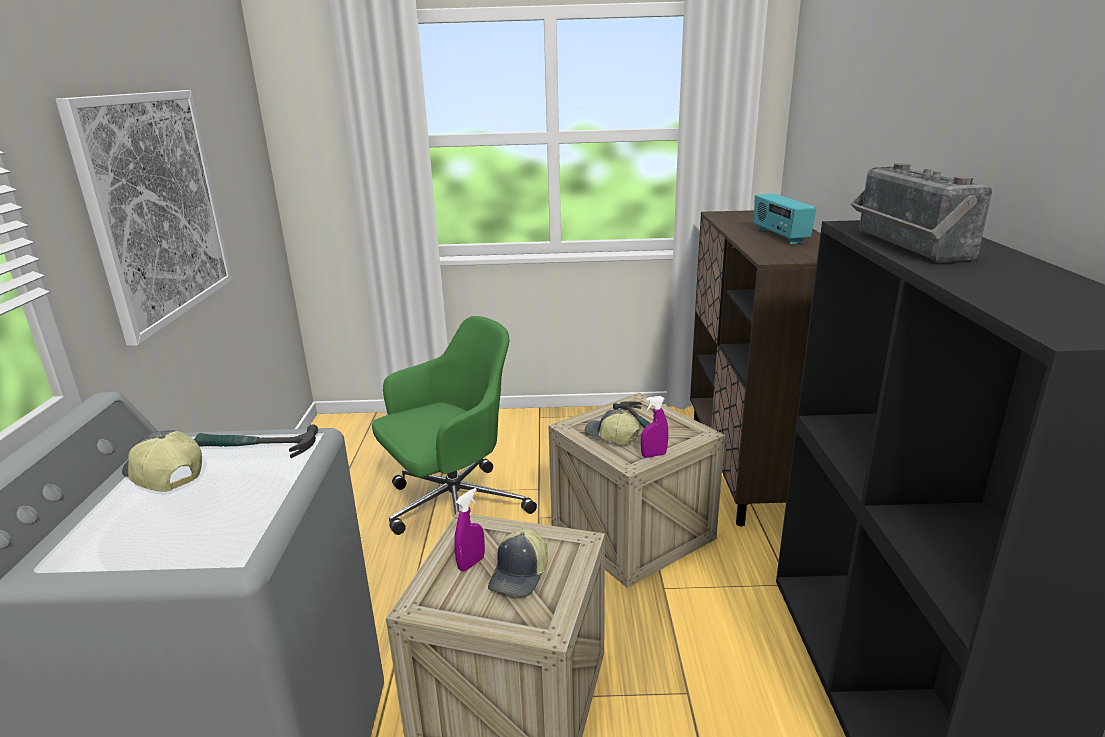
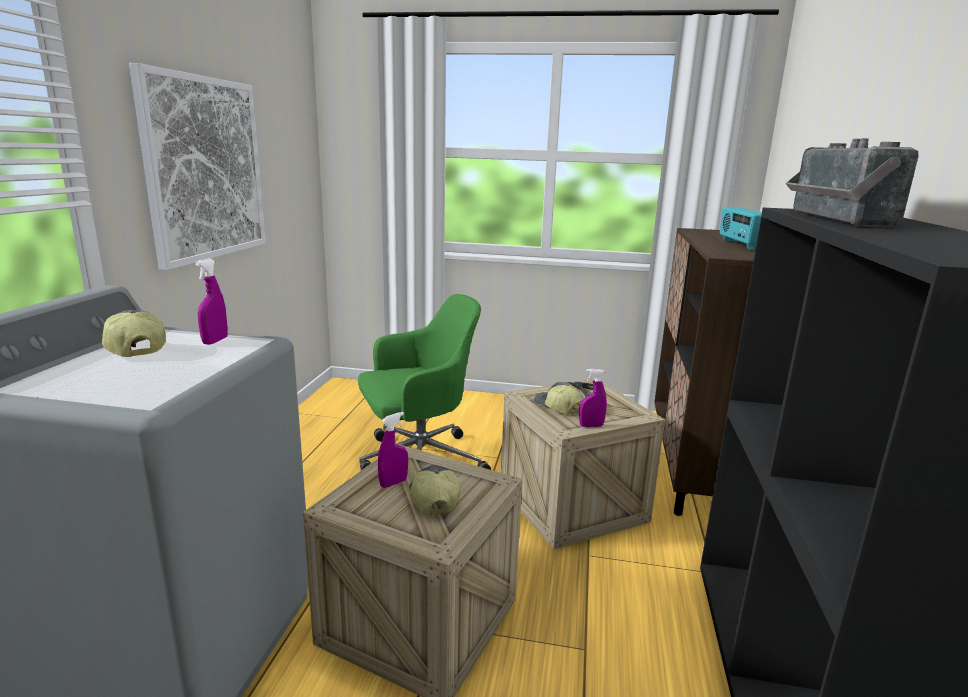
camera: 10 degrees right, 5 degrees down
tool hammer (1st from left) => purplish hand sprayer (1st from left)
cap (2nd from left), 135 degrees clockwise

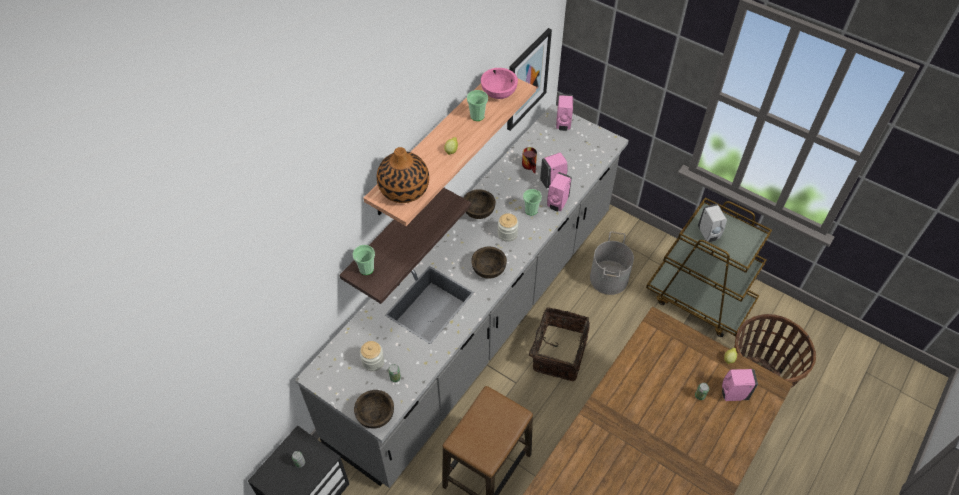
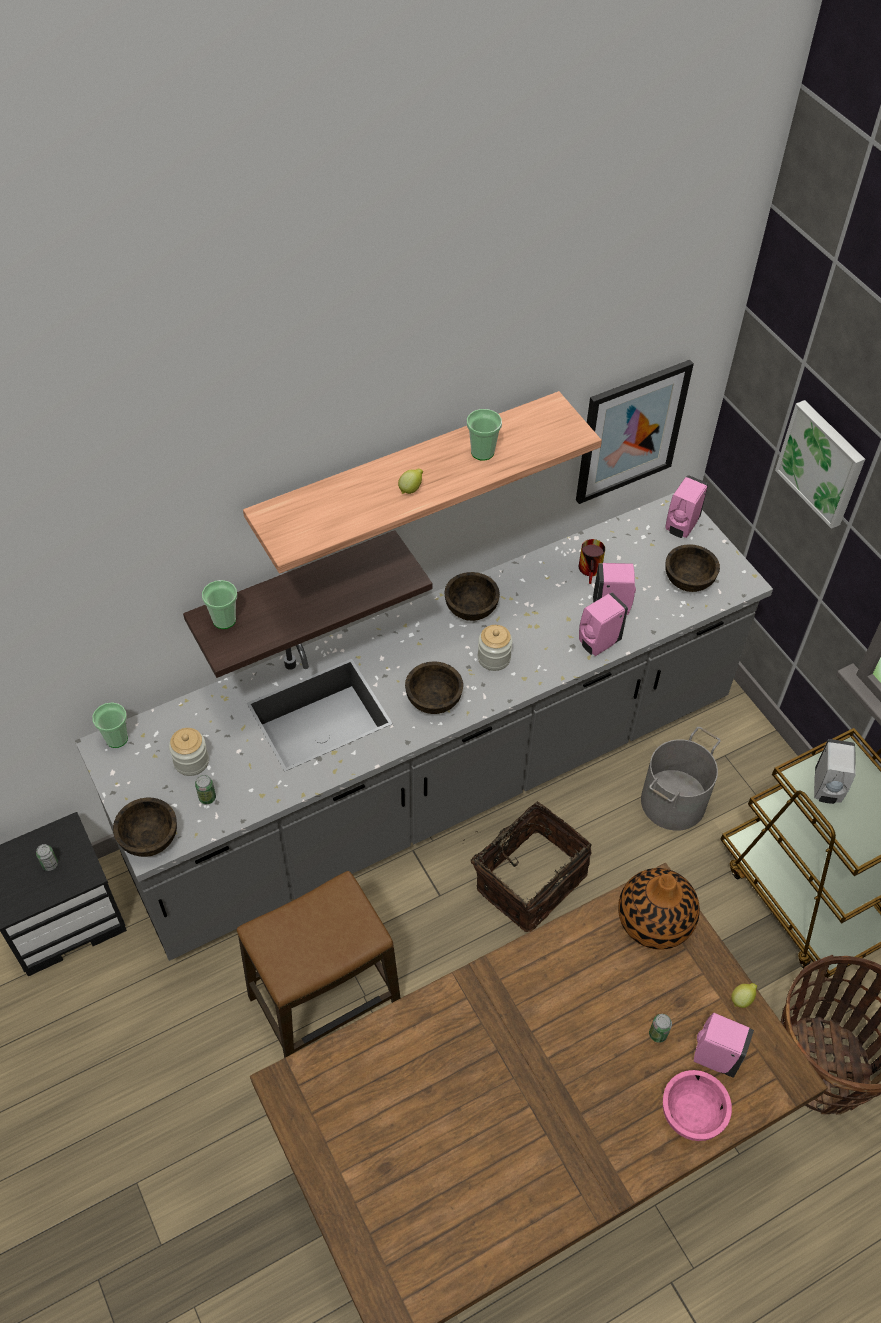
camera: 25 degrees right, 0 degrees up
cup (3rd from left in the first image) => cup (1st from left), move
flower vase, move
pink bowl, move
nothing => brown-coloured bowl (4th from left)
nothing => wall picture (2nd from left)

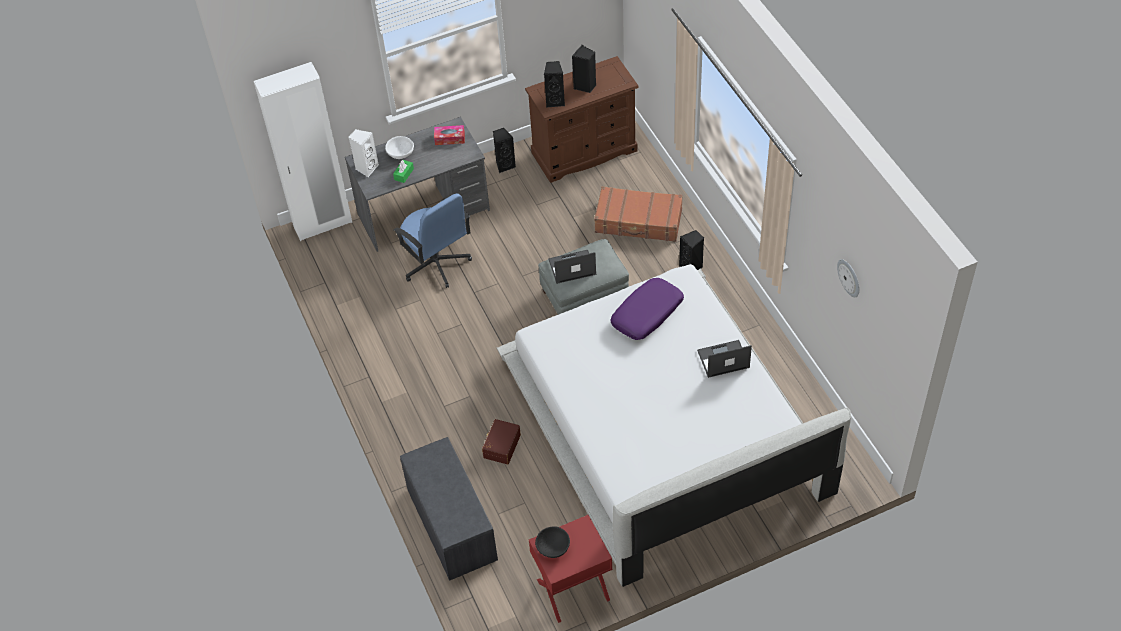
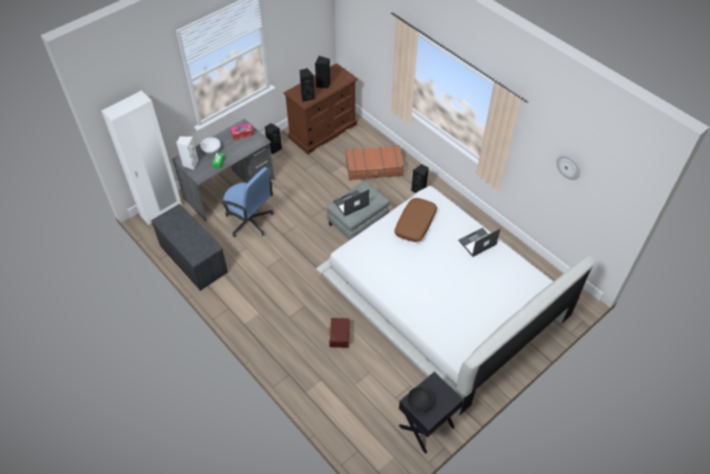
camera: 20 degrees left, 0 degrees up
gray bench, move
purplish cushion => brown-coloured cushion
red night table => black-coloured night table

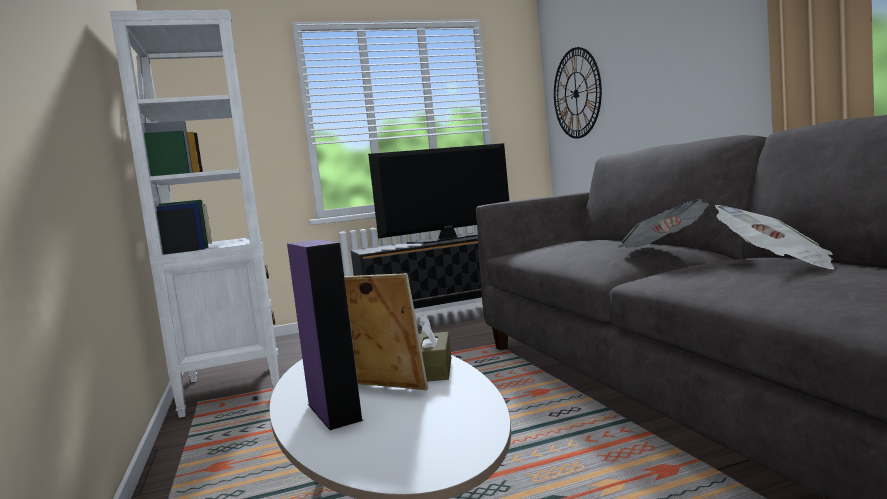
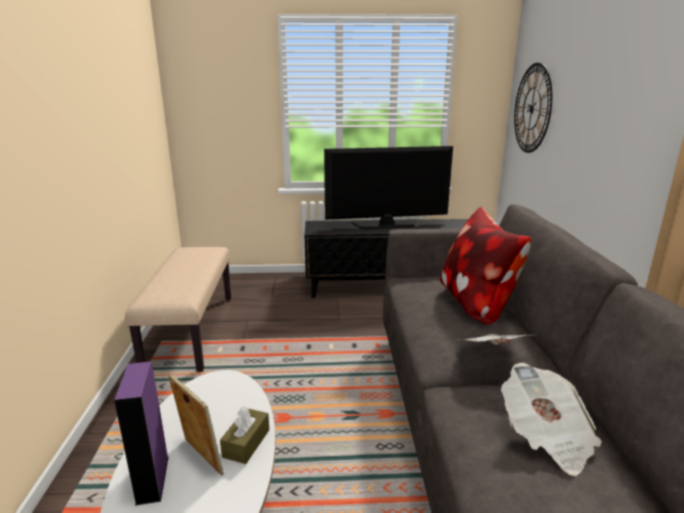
camera: 15 degrees right, 15 degrees up
white bookshelf => beige-coloured bench
nothing => cushion

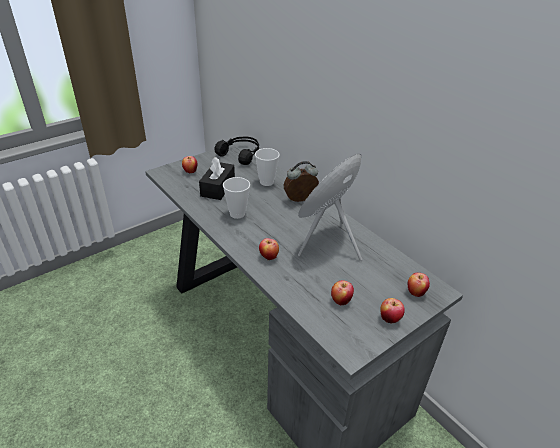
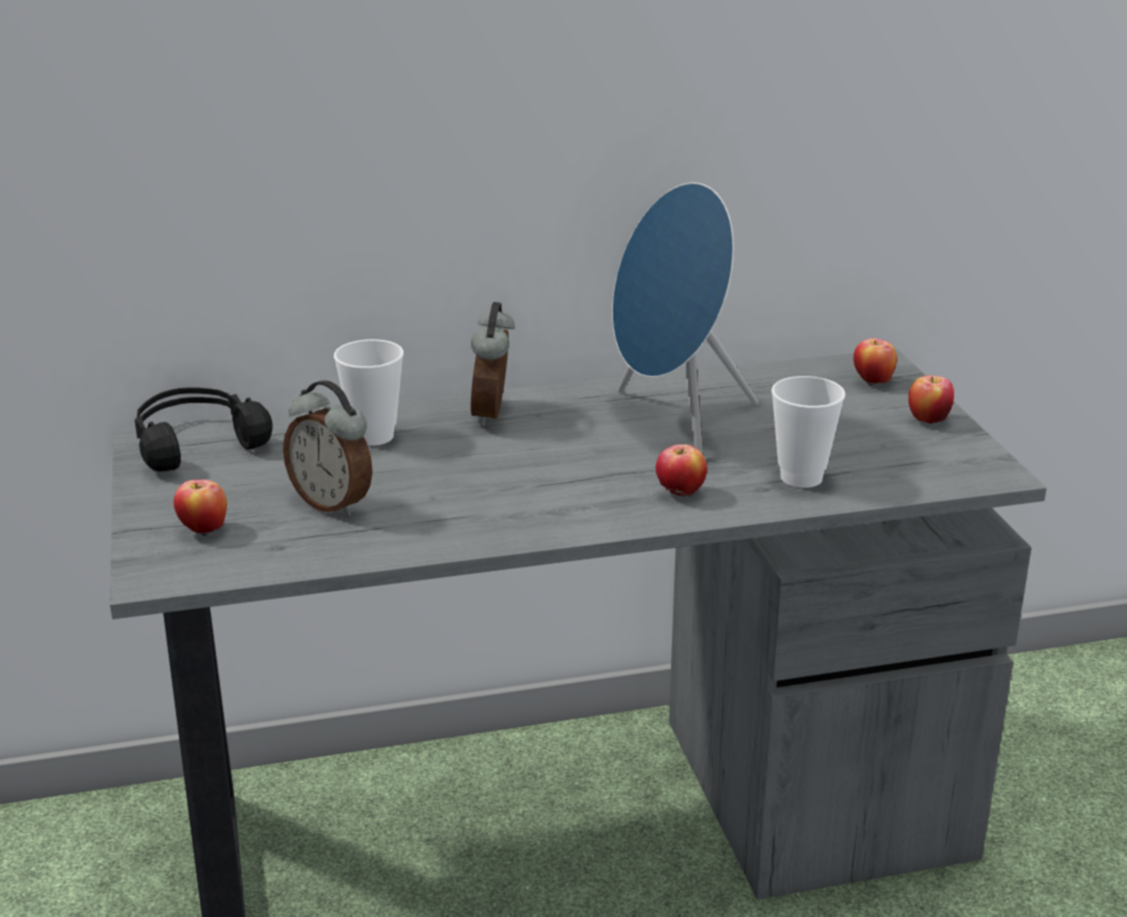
camera: 65 degrees left, 10 degrees down
black-coloured box of tissues => table clock (1st from left)
cup (1st from left in the first image) => cup (2nd from left), move
whole apple (3rd from left) => nothing

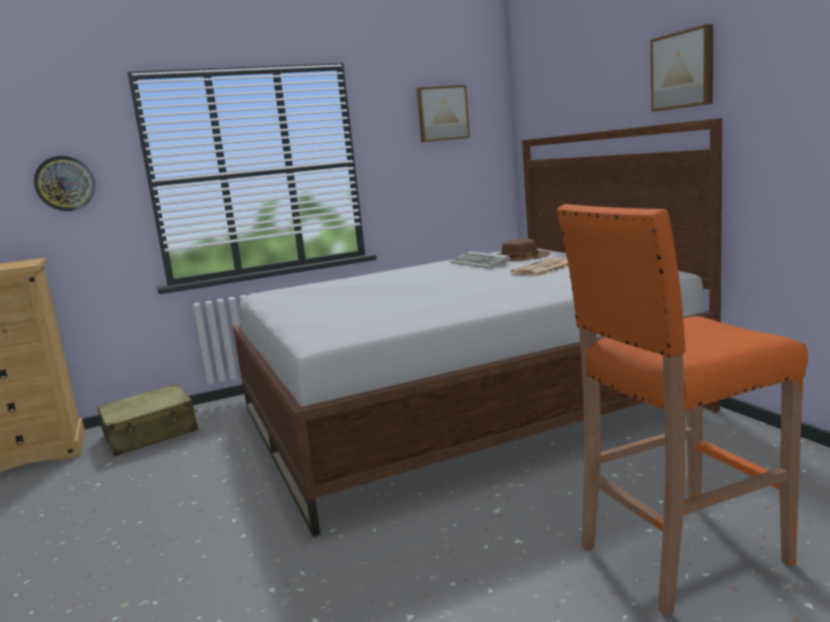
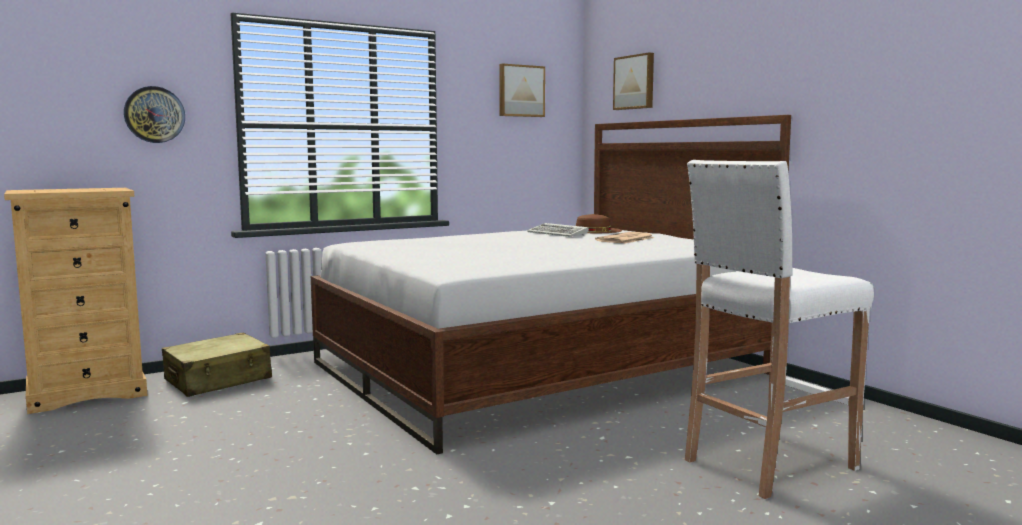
camera: 10 degrees left, 5 degrees down
wall picture (2nd from left), move
orangey stool seat => white stool seat

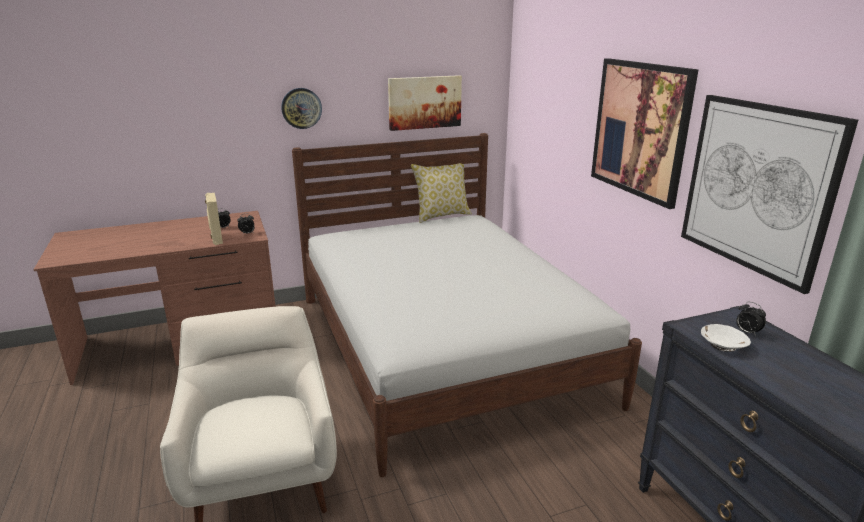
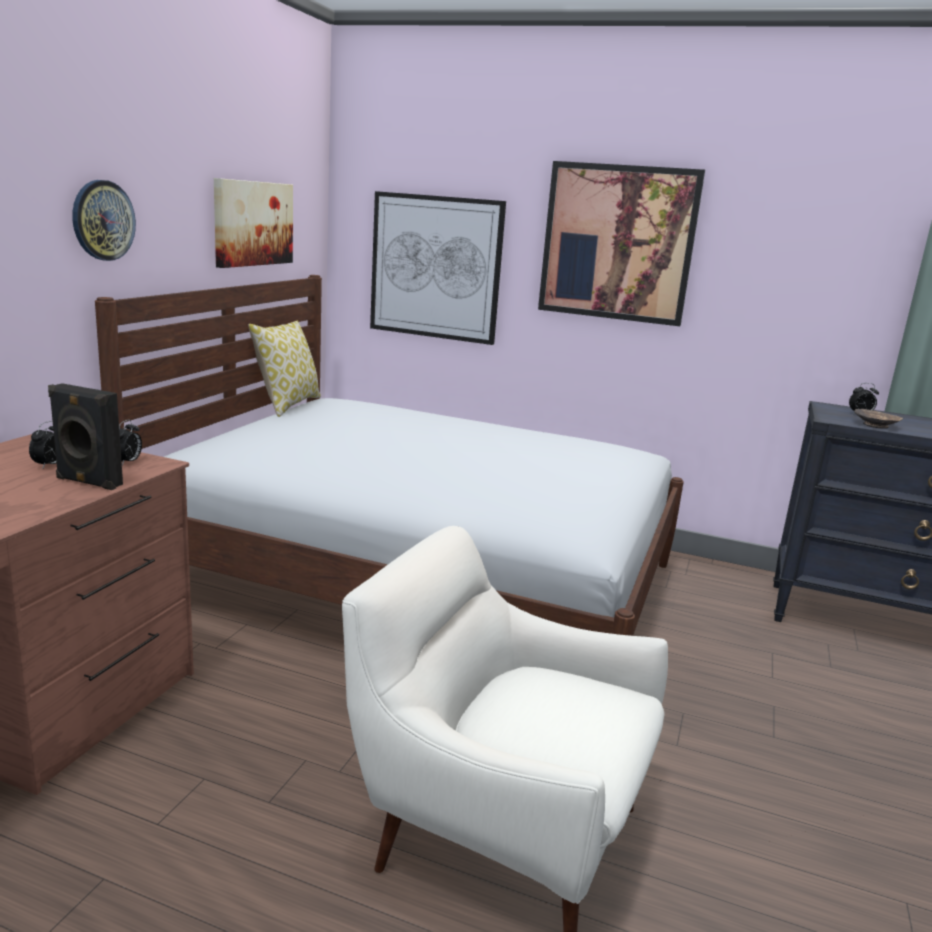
camera: 50 degrees left, 5 degrees down
beige-coloured audio speaker => black-coloured audio speaker
wall picture (3rd from left in the first image) => wall picture (2nd from left), move
white bowl => brown-coloured bowl

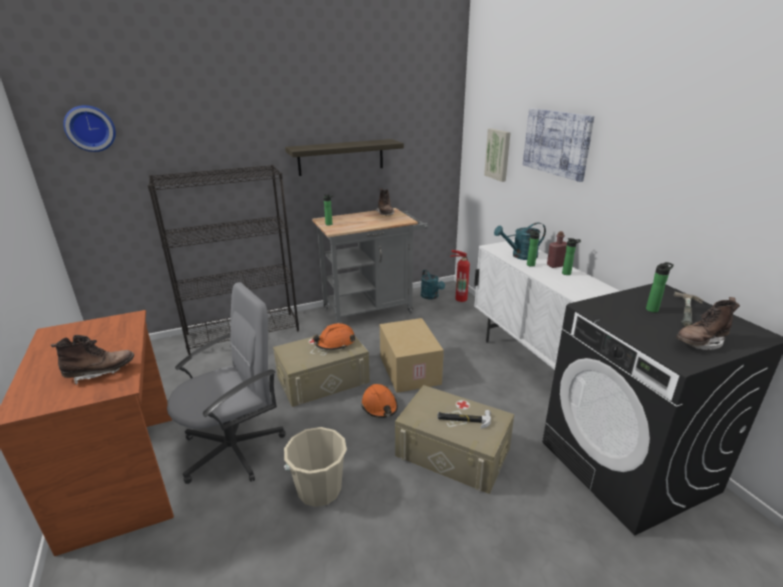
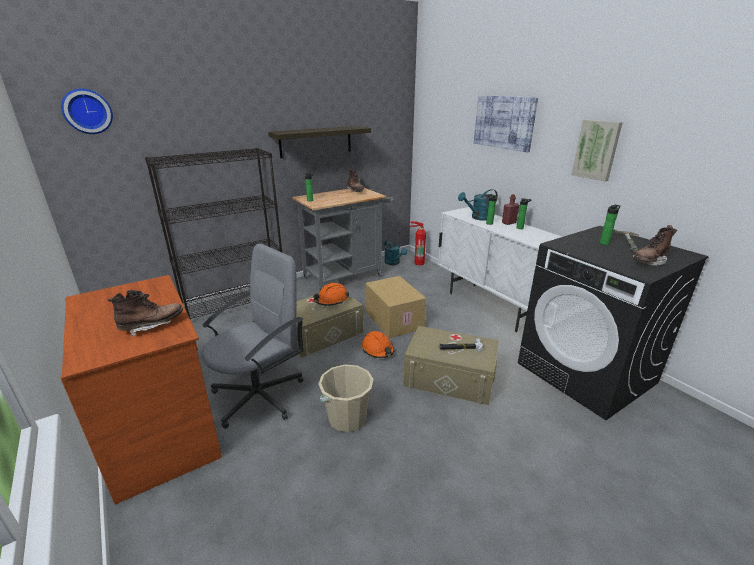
camera: 10 degrees left, 0 degrees up
wall picture (1st from left in the first image) => wall picture (2nd from left), move

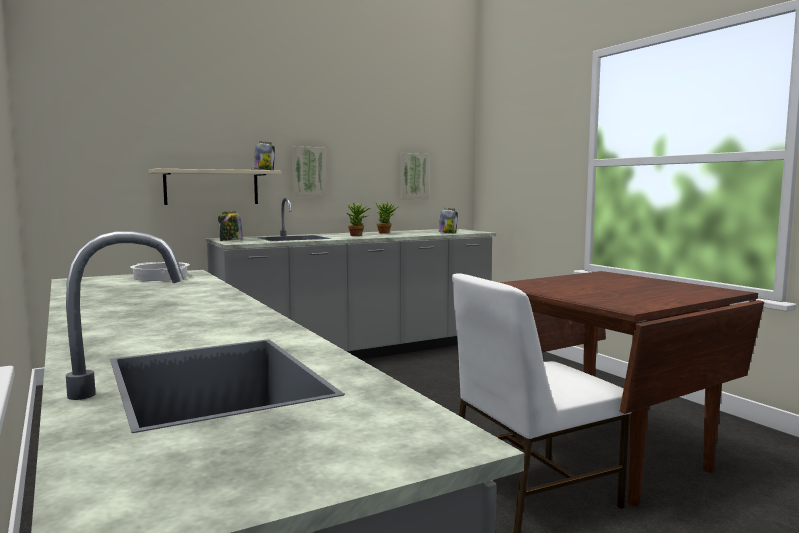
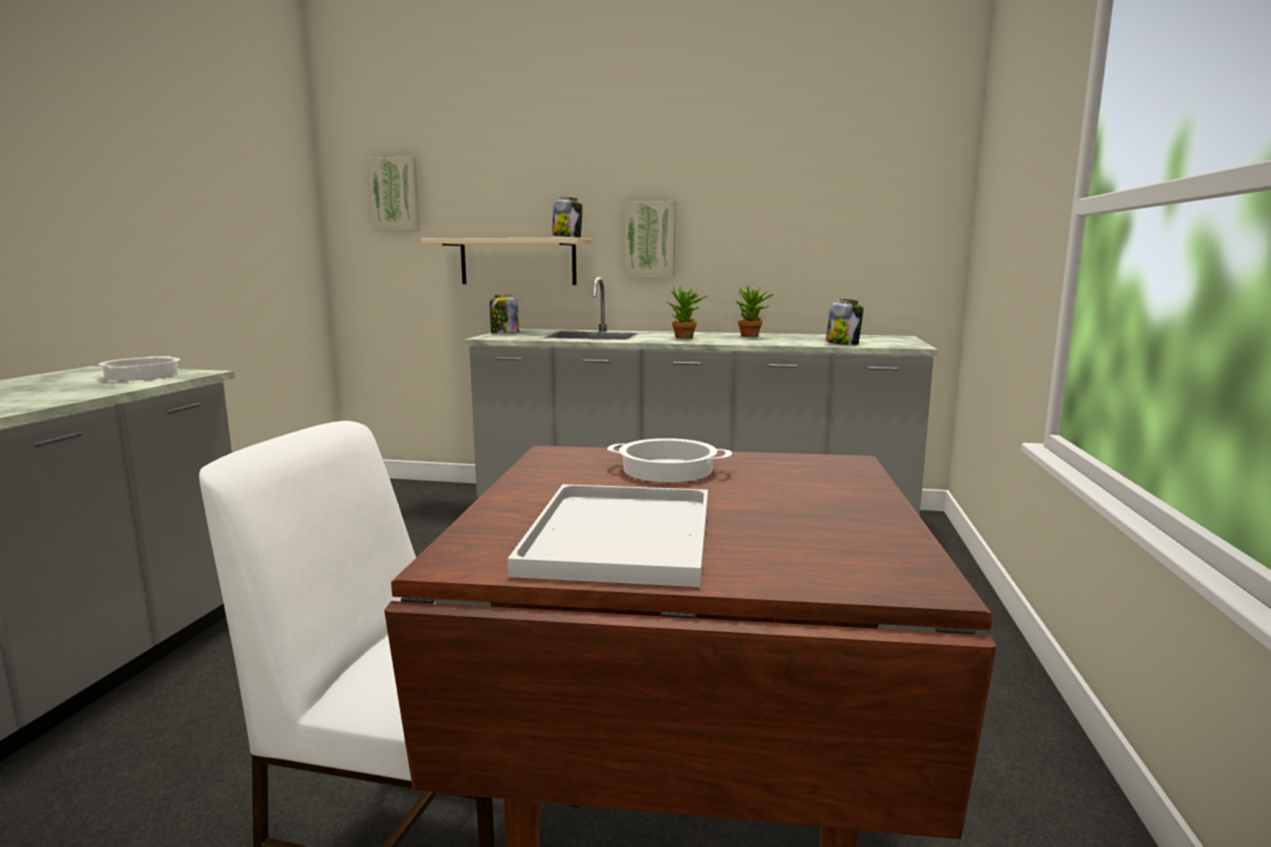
camera: 40 degrees right, 5 degrees up
wall picture (2nd from left in the first image) => wall picture (1st from left), move
nothing => white carrying tray
nothing => cooking pot (2nd from left)

